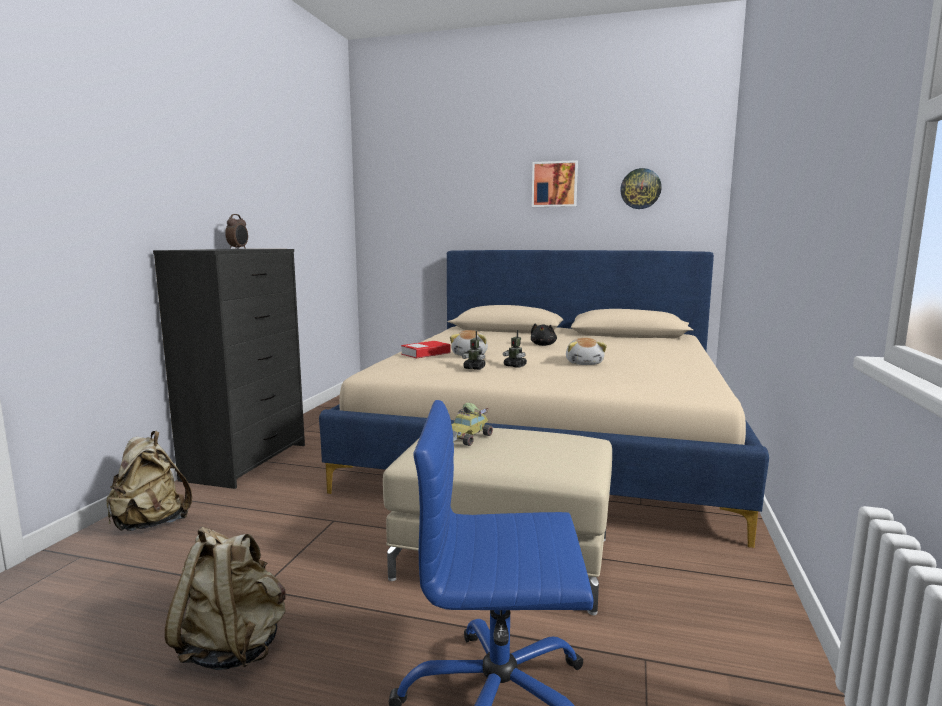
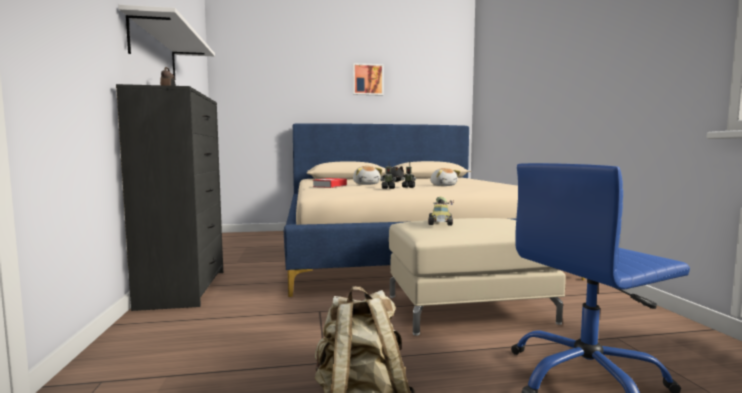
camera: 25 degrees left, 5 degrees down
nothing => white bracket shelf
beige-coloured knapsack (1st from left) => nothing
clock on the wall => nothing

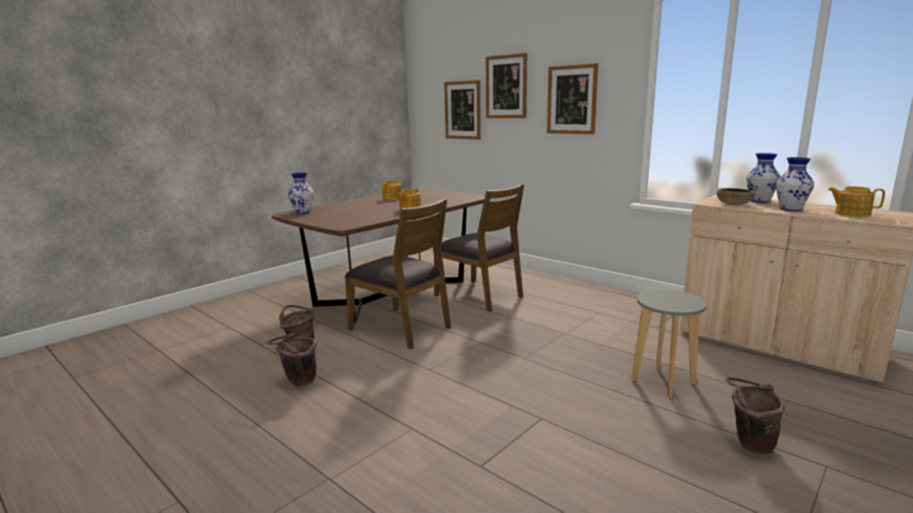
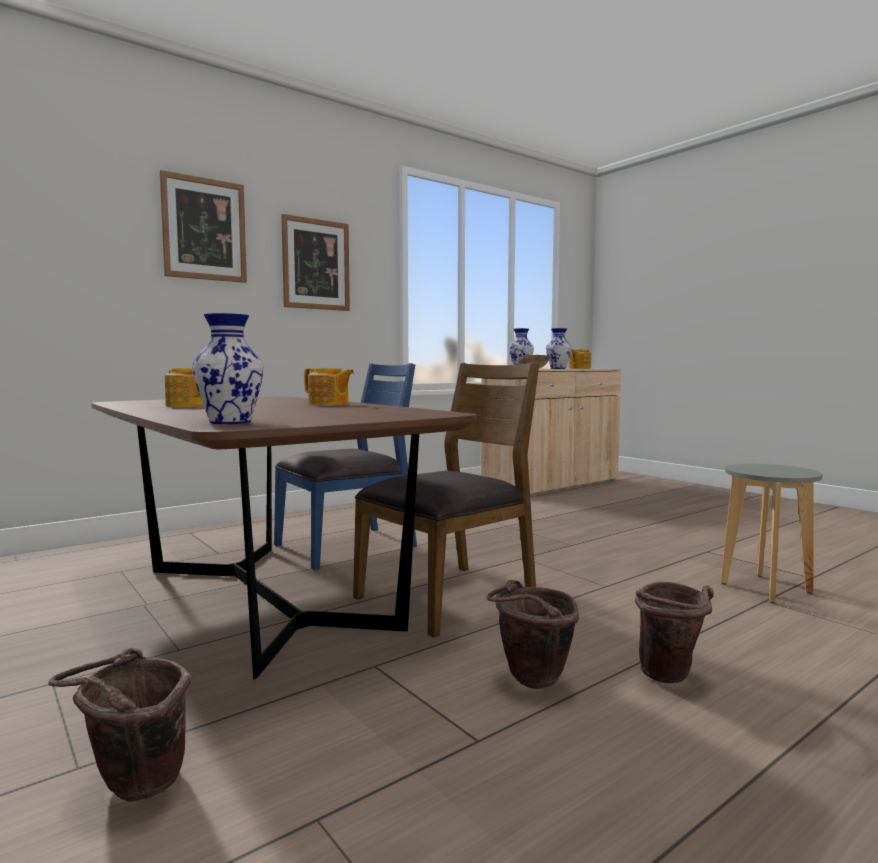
camera: 80 degrees left, 10 degrees down
brown-coloured pail (3rd from left in the first image) => brown-coloured pail (1st from left), move
brown-coloured plain chair (2nd from left) => blue-coloured plain chair
gray stool seat, move
wall picture (1st from left) => nothing

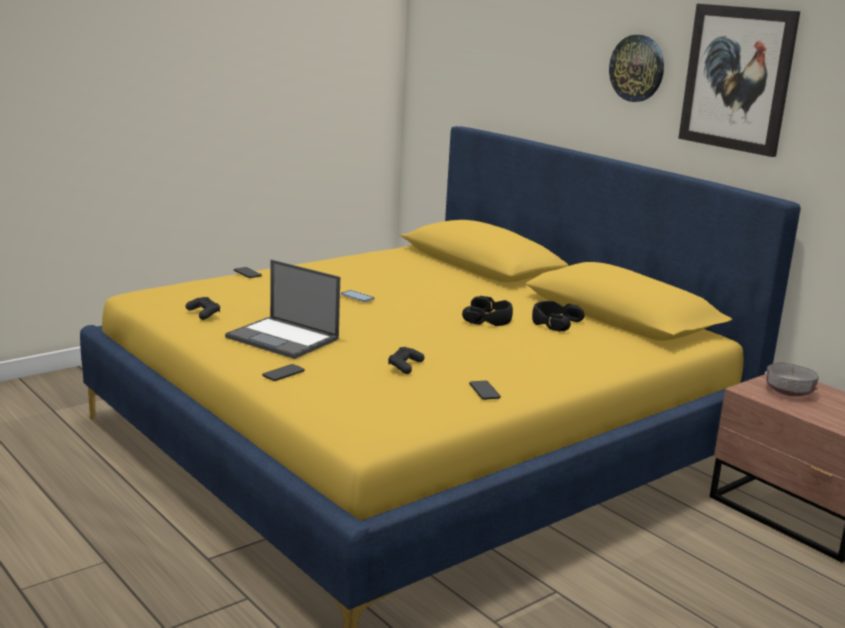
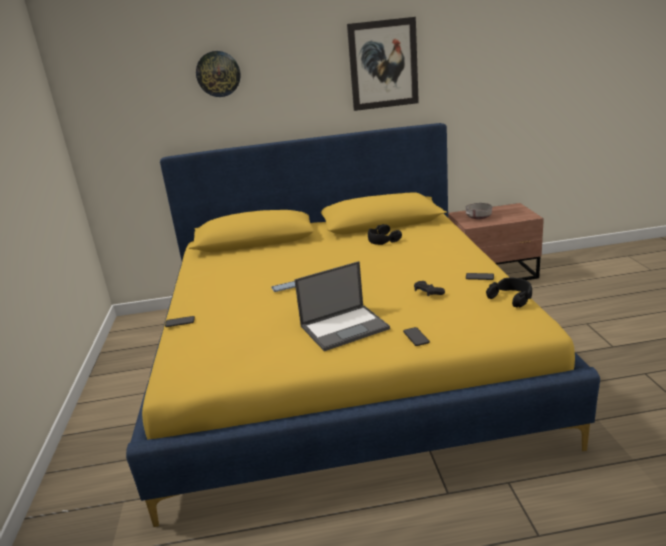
camera: 55 degrees left, 5 degrees up
clock on the wall, move
black-coloured pair of headphones (1st from left in the first image) => black-coloured pair of headphones (2nd from left), move
black-coloured game controller (1st from left) => nothing

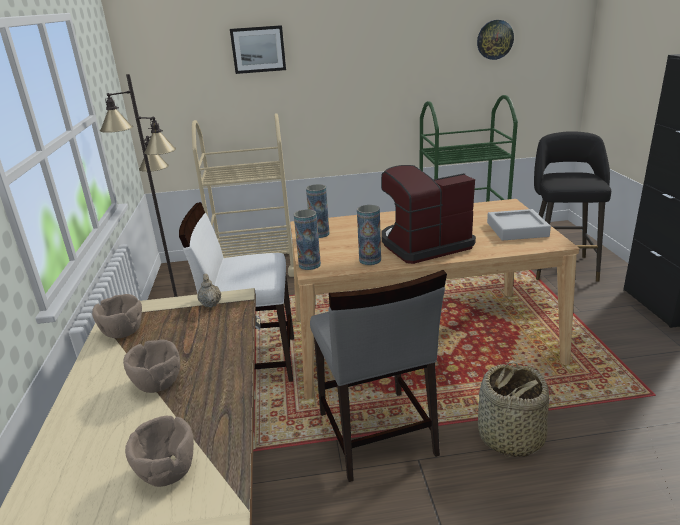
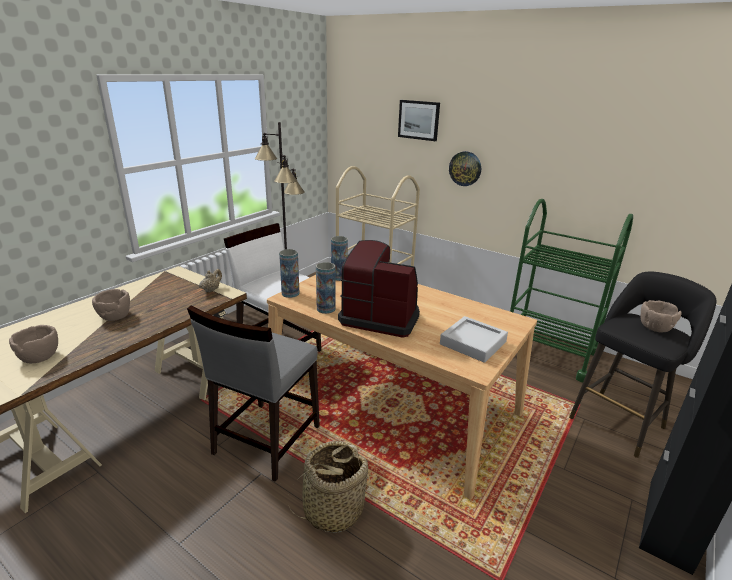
camera: 40 degrees right, 0 degrees up
clock on the wall, move
brown-coloured bowl (1st from left in the first image) => brown-coloured bowl (3rd from left), move

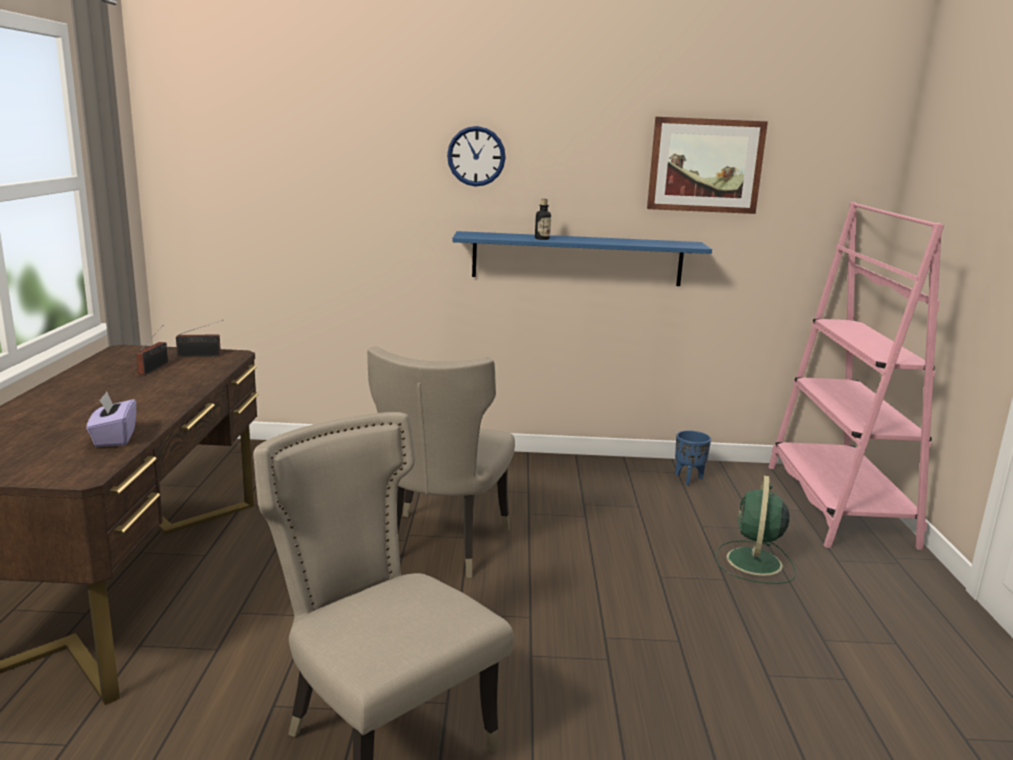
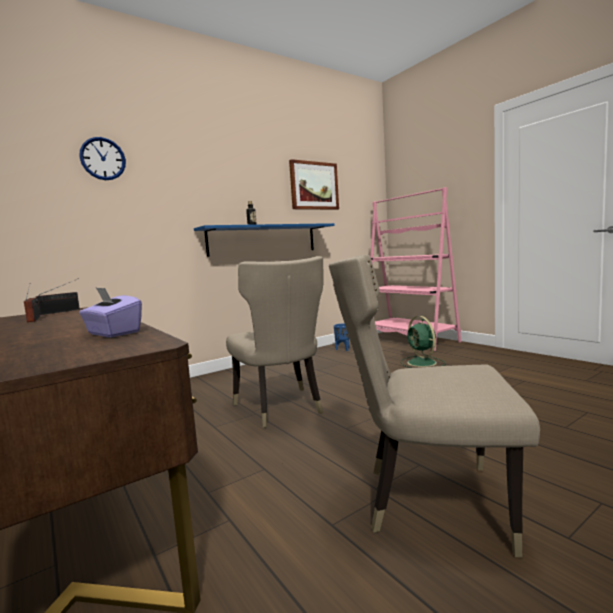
camera: 35 degrees left, 10 degrees down
clock on the wall, move

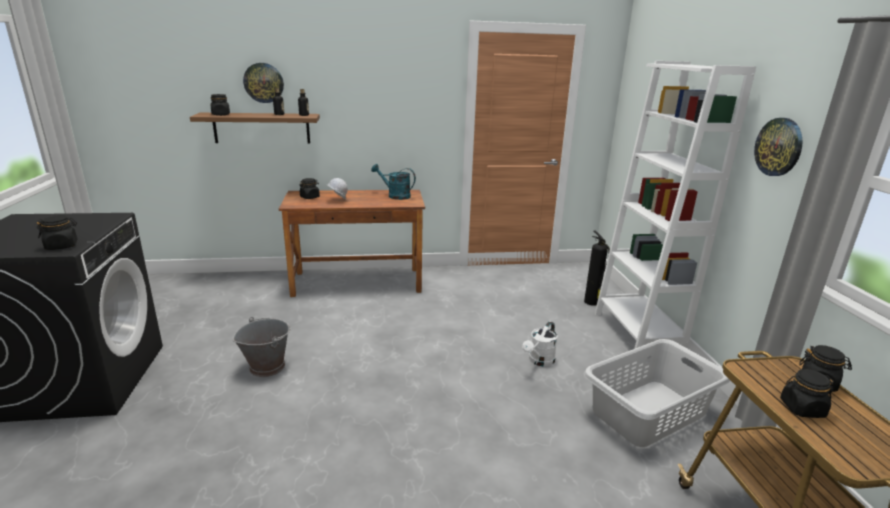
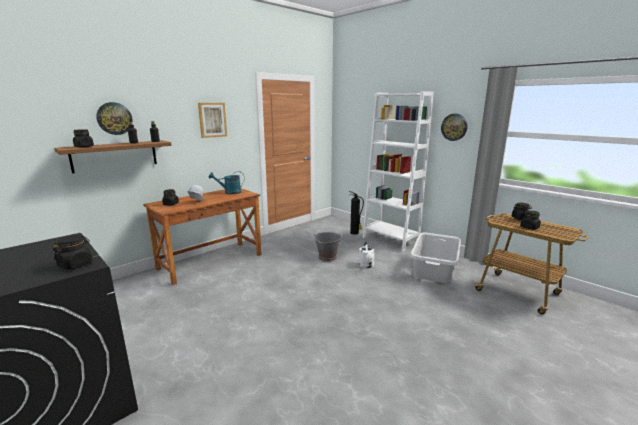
camera: 35 degrees left, 5 degrees down
nothing => wall picture
gray pail, move

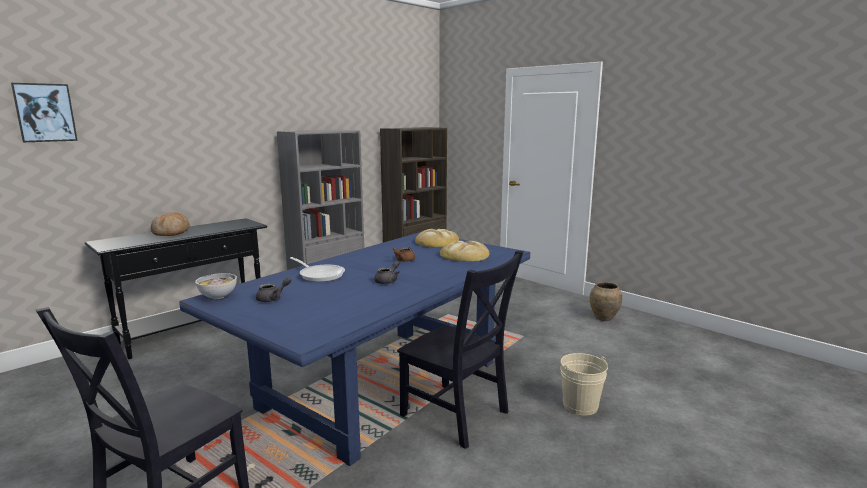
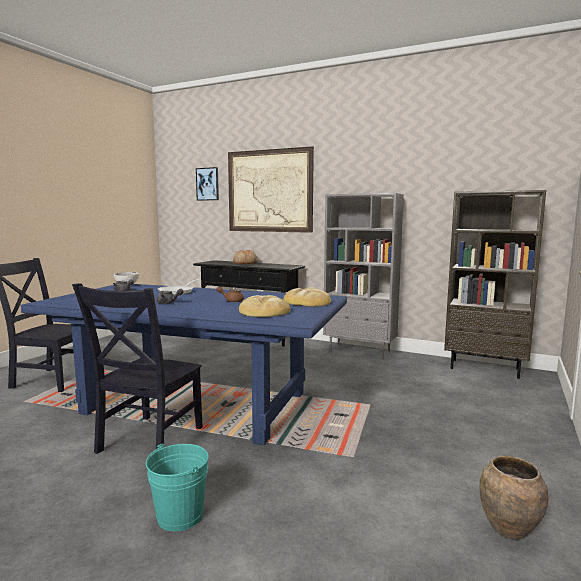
camera: 70 degrees right, 5 degrees down
beige-coloured pail => blue-green pail
nothing => wall picture (2nd from left)

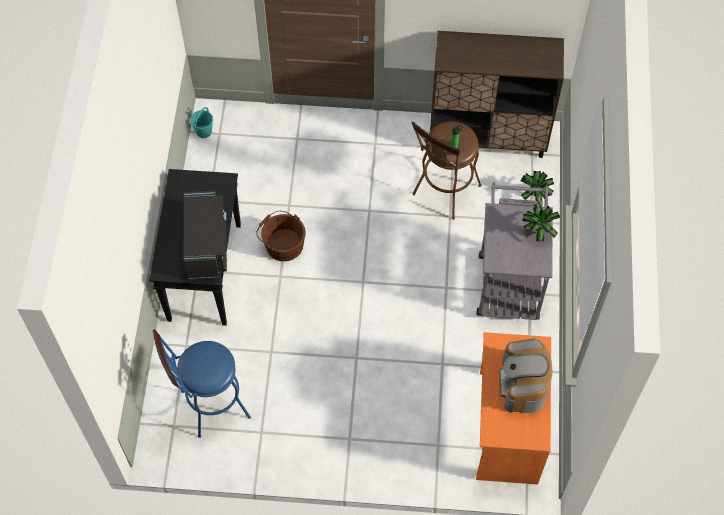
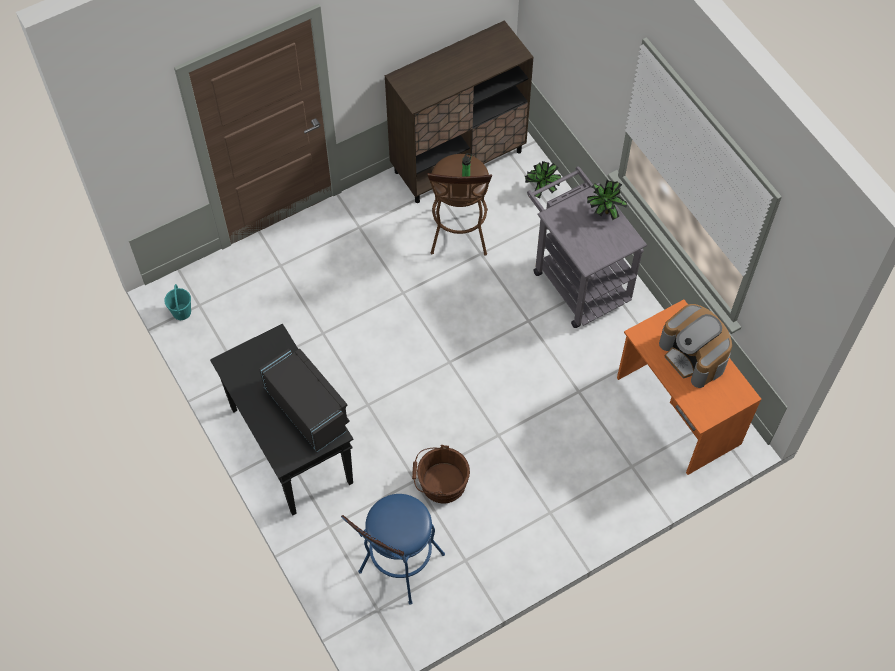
camera: 35 degrees left, 0 degrees up
brown-coloured pail, move

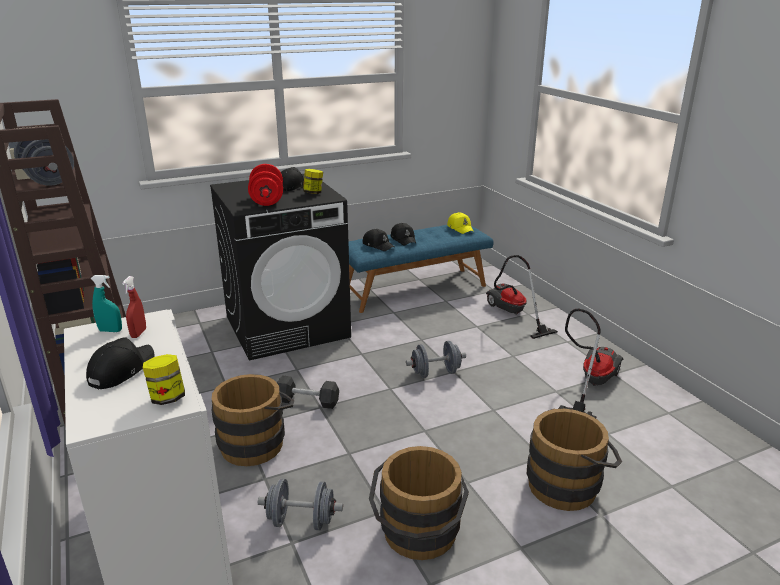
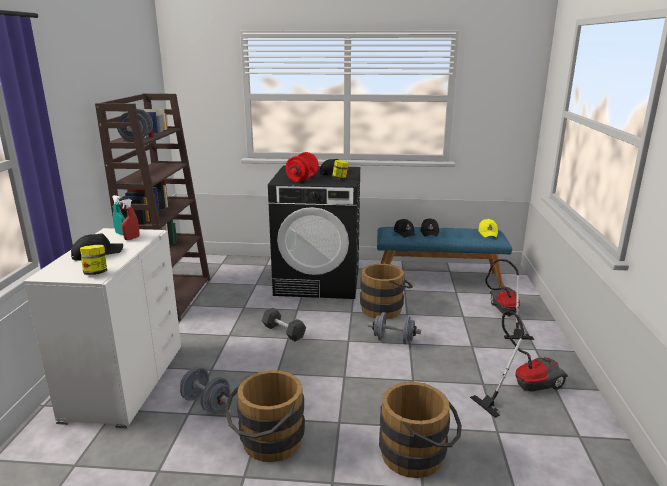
camera: 30 degrees right, 5 degrees down
brown-coloured pail (1st from left in the first image) => brown-coloured pail (2nd from left), move

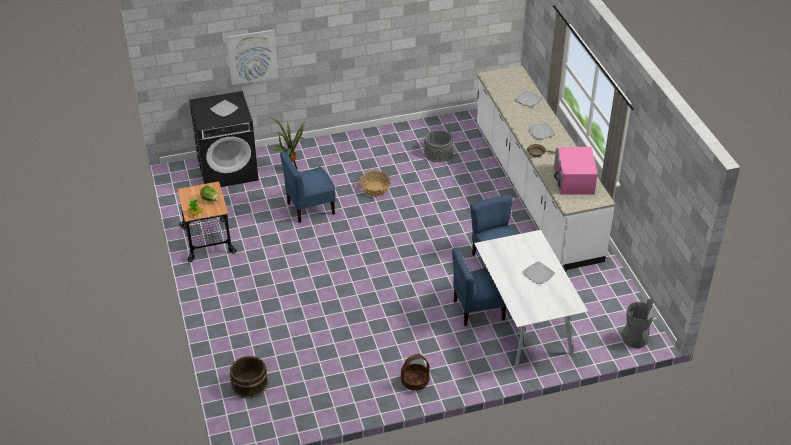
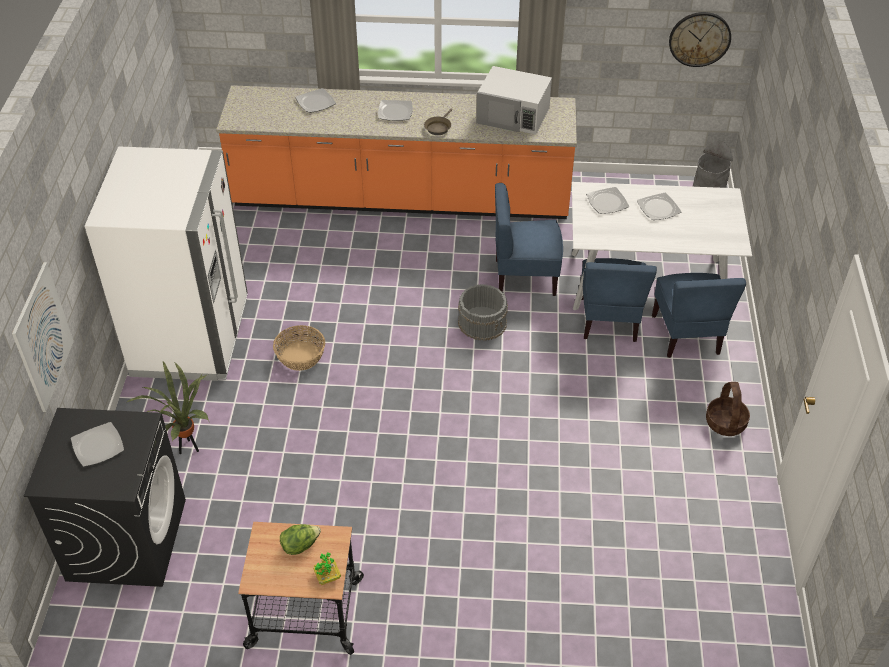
camera: 70 degrees left, 5 degrees up
nothing => white kitchen fridge
white kitchen base unit => orangey kitchen base unit
gray pail, move
pink microwave oven => white microwave oven
nothing => dinner plate (4th from left)
blue-coloured plain chair (1st from left in the first image) => blue-coloured plain chair (3rd from left), move
nothing => clock on the wall
brown-coloured pail => nothing

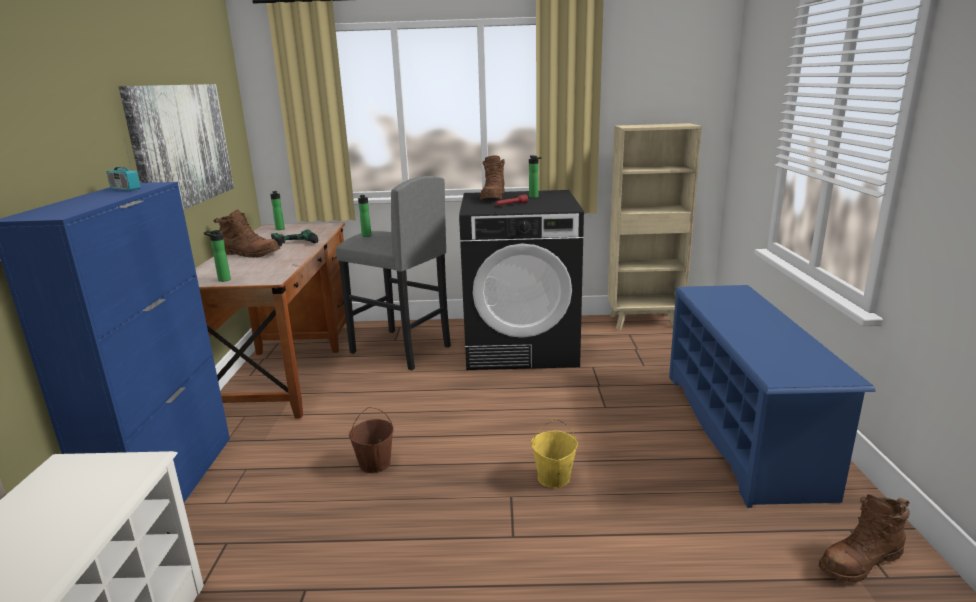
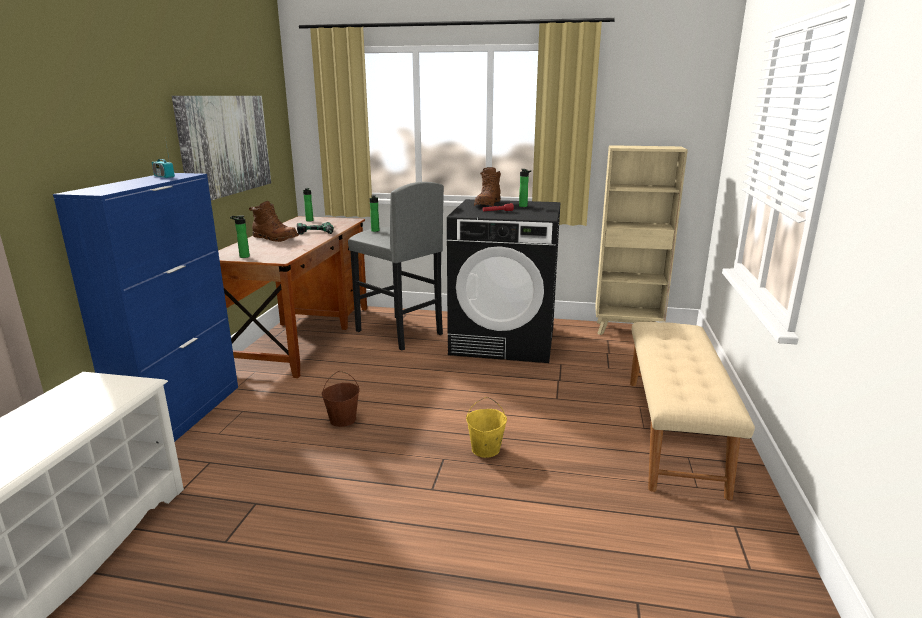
camera: 10 degrees right, 0 degrees up
blue-coloured shoe stand => beige-coloured bench
brown-coloured boot (3rd from left) => nothing

